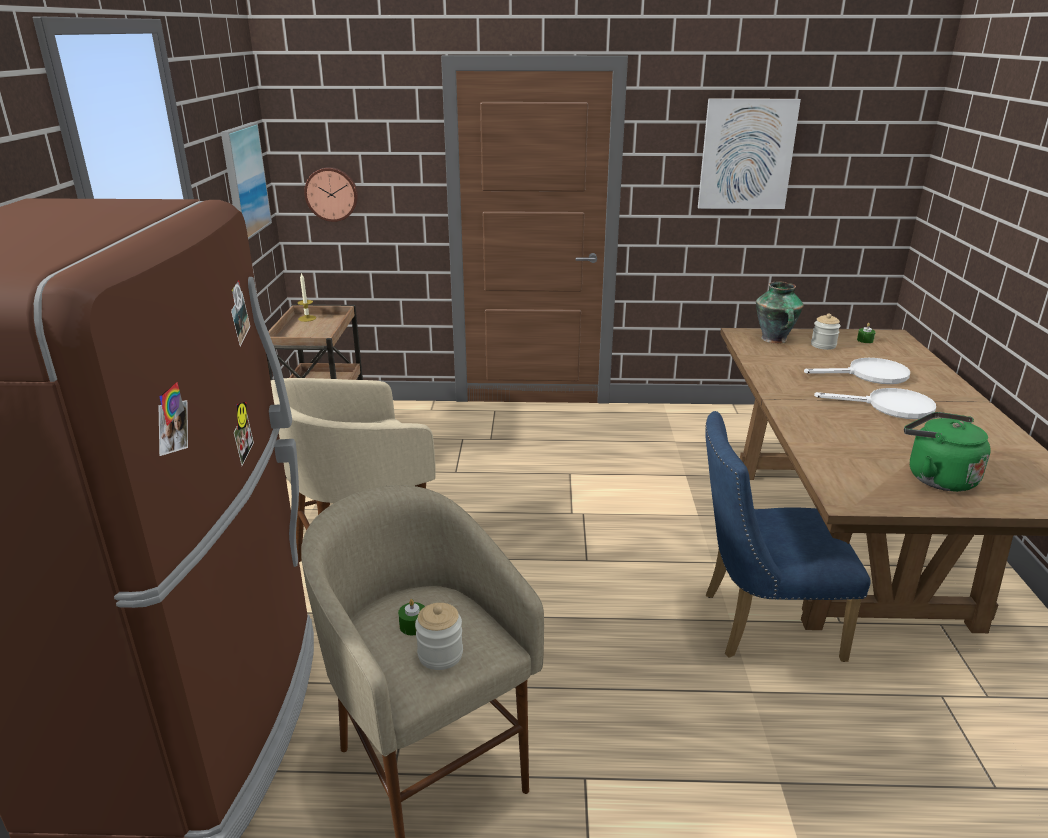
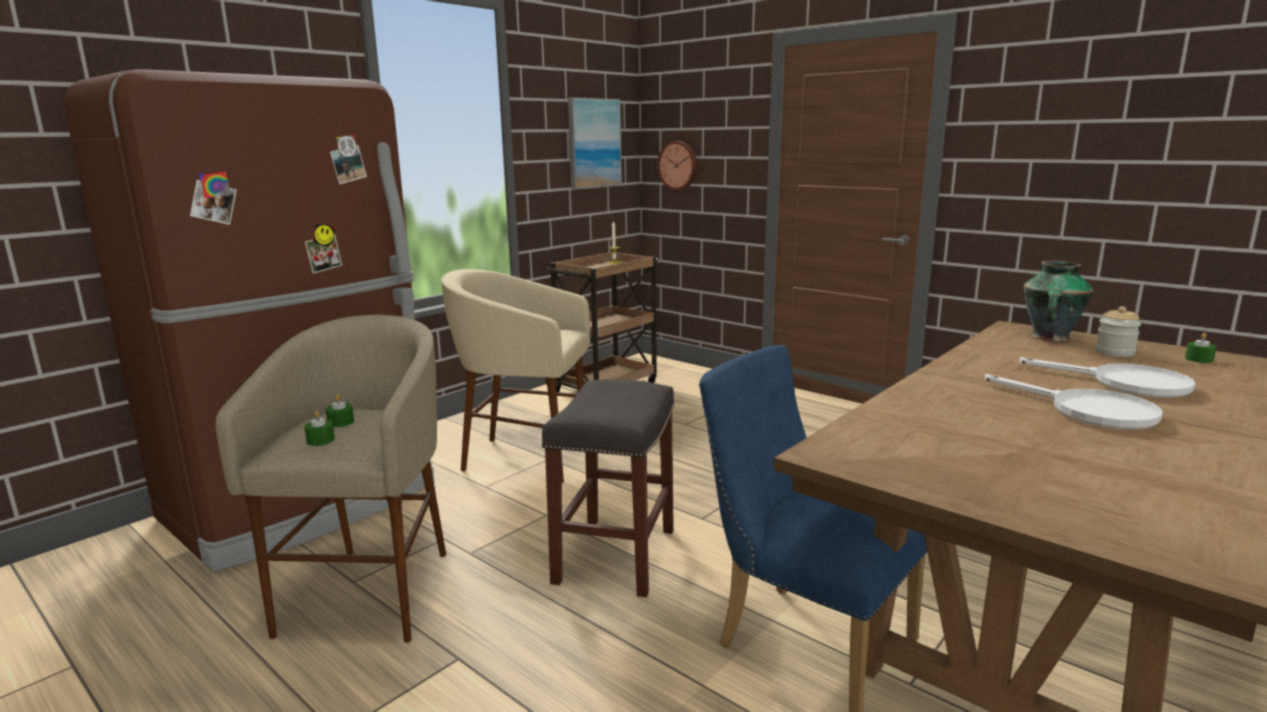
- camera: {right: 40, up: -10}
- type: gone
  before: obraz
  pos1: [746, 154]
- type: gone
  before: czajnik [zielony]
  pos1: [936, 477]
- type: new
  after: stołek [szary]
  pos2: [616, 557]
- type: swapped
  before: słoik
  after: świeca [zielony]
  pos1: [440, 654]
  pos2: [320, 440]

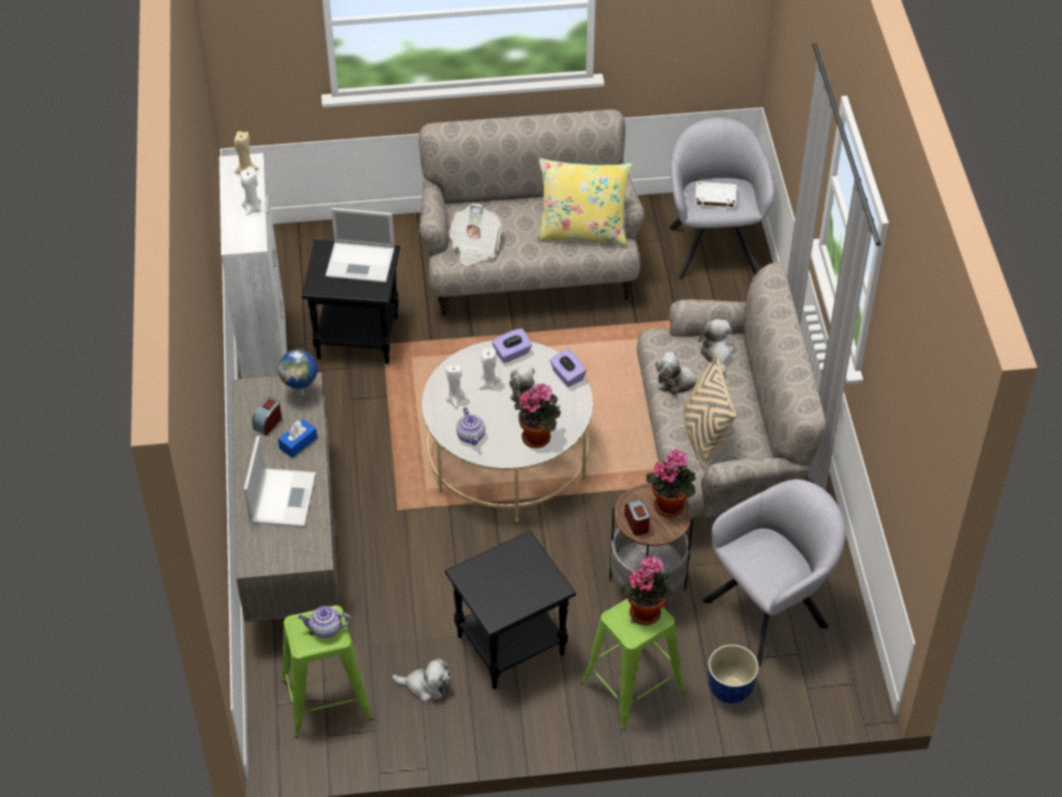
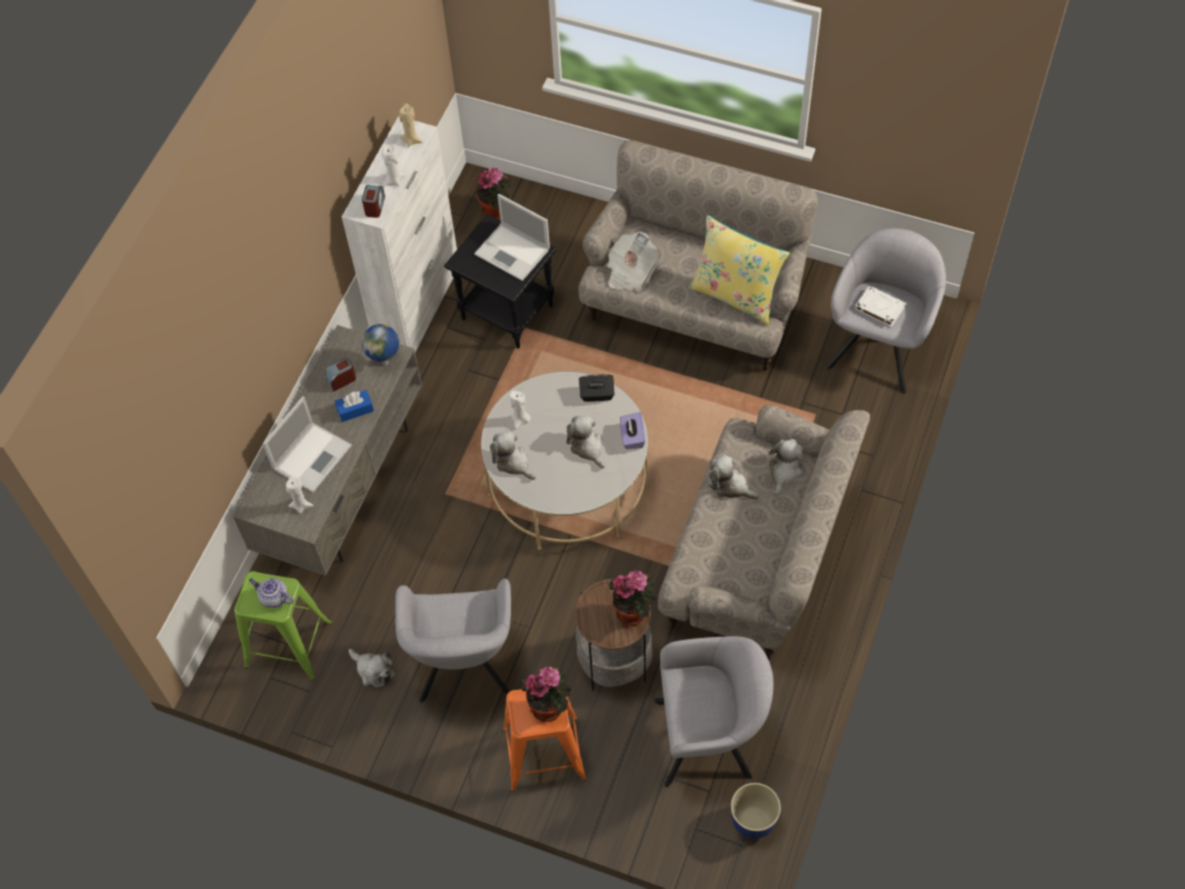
- camera: {right: 30, up: 10}
- type: gone
  before: poduszka [beżowy]
  pos1: [704, 437]
- type: shifted
  before: świeca [biały]
  pos1: [488, 384]
  pos2: [301, 505]
- type: shifted
  before: roślina doniczkowa
  pos1: [538, 436]
  pos2: [496, 211]
- type: shifted
  before: budzik
  pos1: [637, 523]
  pos2: [375, 206]
- type: shifted
  before: donica
  pos1: [730, 690]
  pos2: [753, 821]
- type: swapped
  before: stolik [czarny]
  after: fotel [szary]
  pos1: [510, 647]
  pos2: [464, 666]
- type: swapped
  before: imbryk
  after: pluszak
  pos1: [471, 436]
  pos2: [513, 462]
- type: repainted
  before: pudełko chusteczek [fioletowy]
  after: pudełko chusteczek [czarny]
  pos1: [512, 353]
  pos2: [597, 394]
- type: repainted
  before: stołek [zielony]
  after: stołek [pomarańczowy]
  pos1: [633, 686]
  pos2: [545, 754]

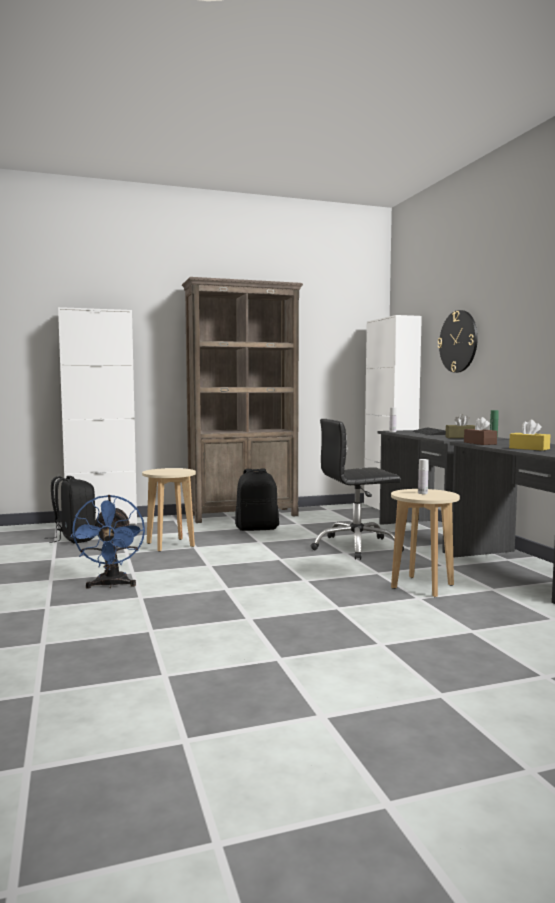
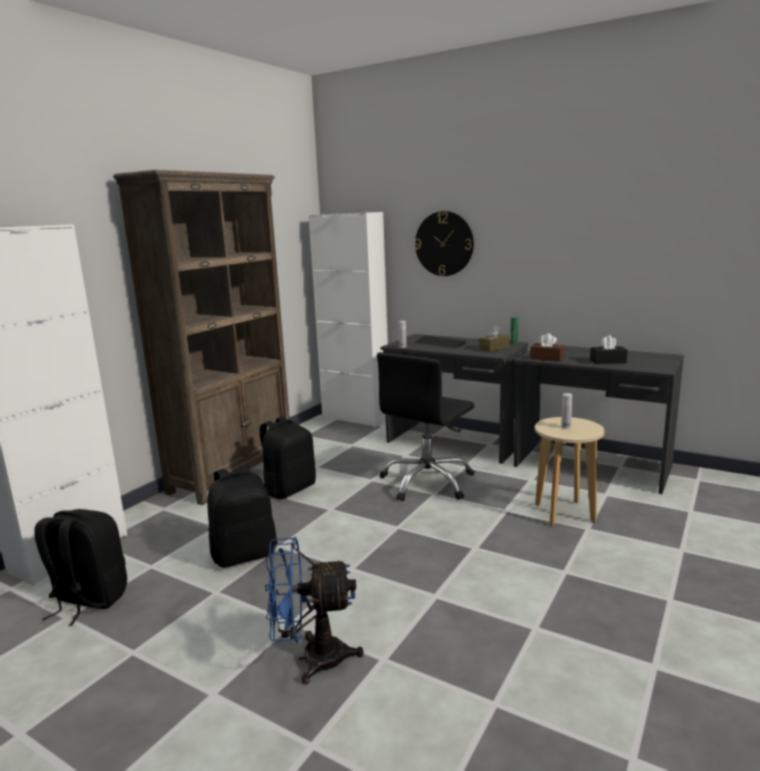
- camera: {right: -40, up: 10}
- type: swapped
  before: stołek [beżowy]
  after: plecak [czarny]
  pos1: [170, 545]
  pos2: [245, 554]
- type: repainted
  before: pudełko chusteczek [żółty]
  after: pudełko chusteczek [czarny]
  pos1: [529, 448]
  pos2: [608, 361]
- type: rotated
  before: wentylator [niebieski]
  pos1: [111, 585]
  pos2: [312, 658]
  turn: 135

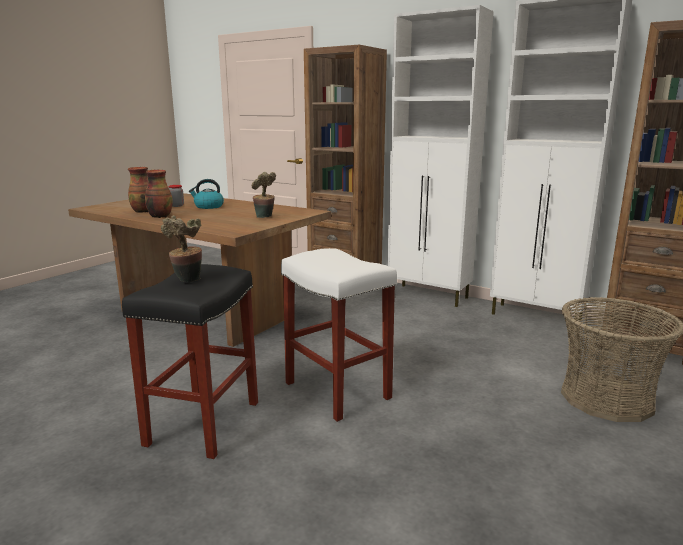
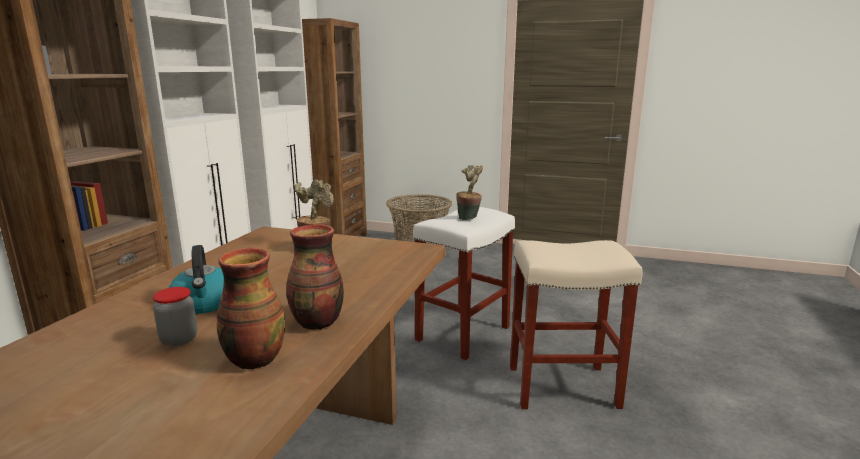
- camera: {right: -105, up: 0}
- type: shifted
  before: roślina doniczkowa
  pos1: [187, 281]
  pos2: [469, 218]
- type: repainted
  before: stołek [czarny]
  after: stołek [beżowy]
  pos1: [203, 424]
  pos2: [564, 386]

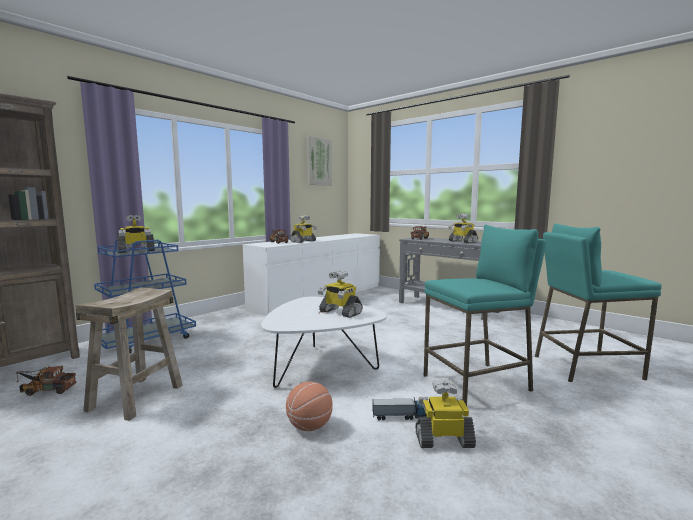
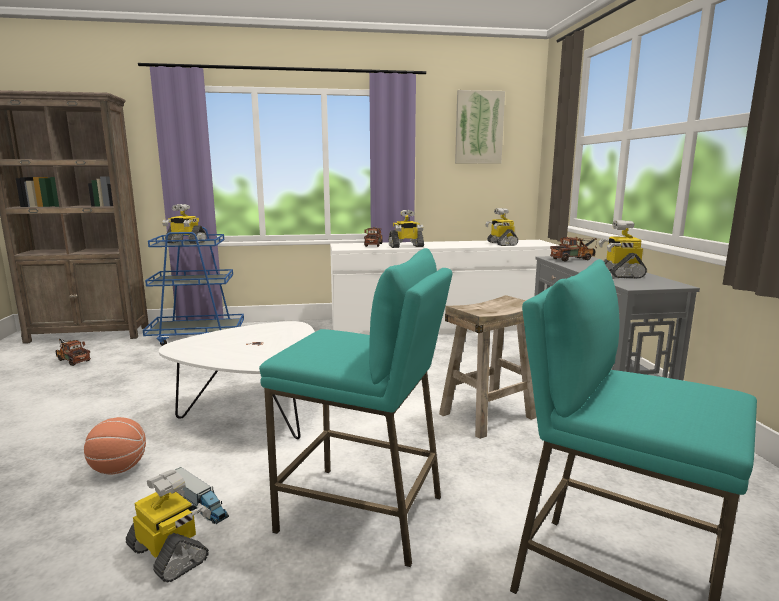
- camera: {right: 40, up: 5}
- type: shifted
  before: stołek [beżowy]
  pos1: [136, 397]
  pos2: [487, 416]
- type: shifted
  before: robot zabawkowy
  pos1: [339, 312]
  pos2: [501, 243]

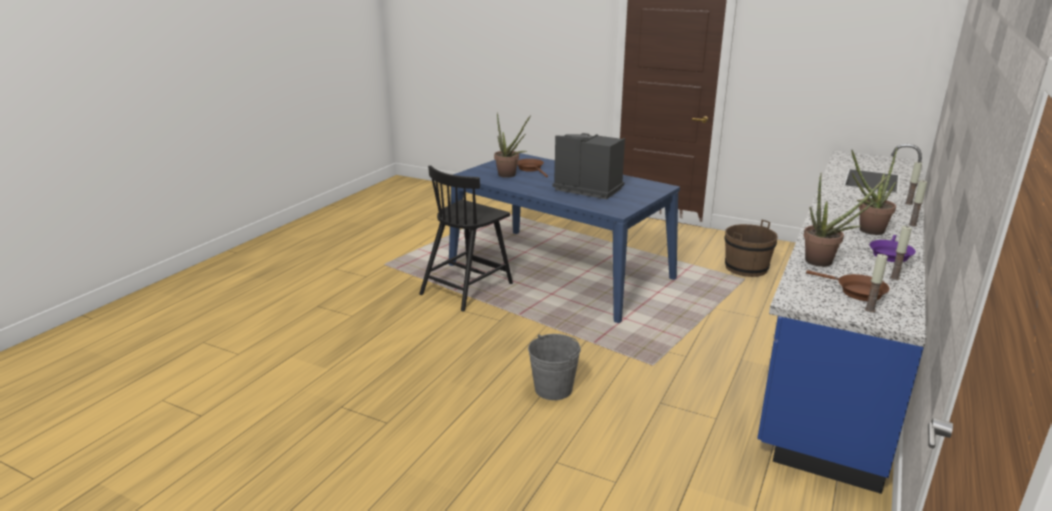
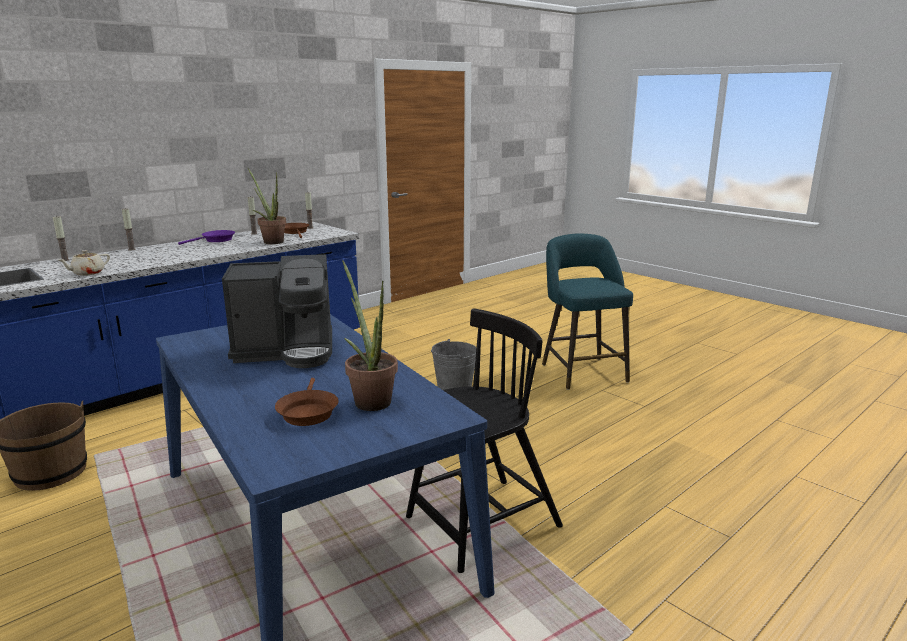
- camera: {right: -160, up: -5}
- type: gone
  before: roślina doniczkowa
  pos1: [866, 231]
- type: new
  after: imbryk [beżowy]
  pos2: [87, 273]
- type: new
  after: stołek [turkusowy]
  pos2: [582, 371]
- type: rotated
  before: ekspres do kawy
  pos1: [587, 188]
  pos2: [287, 351]
  turn: -60

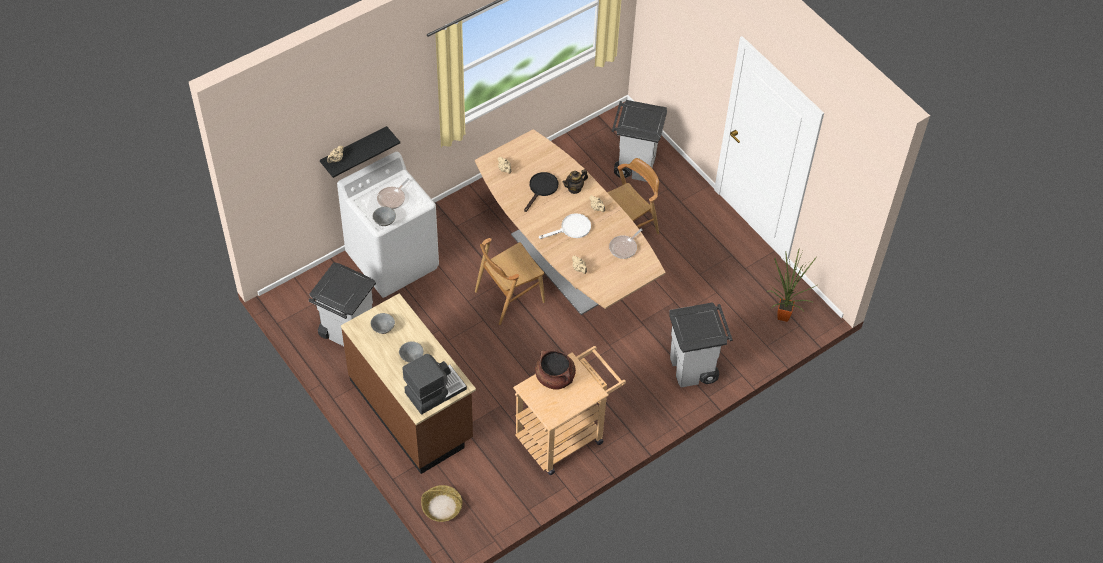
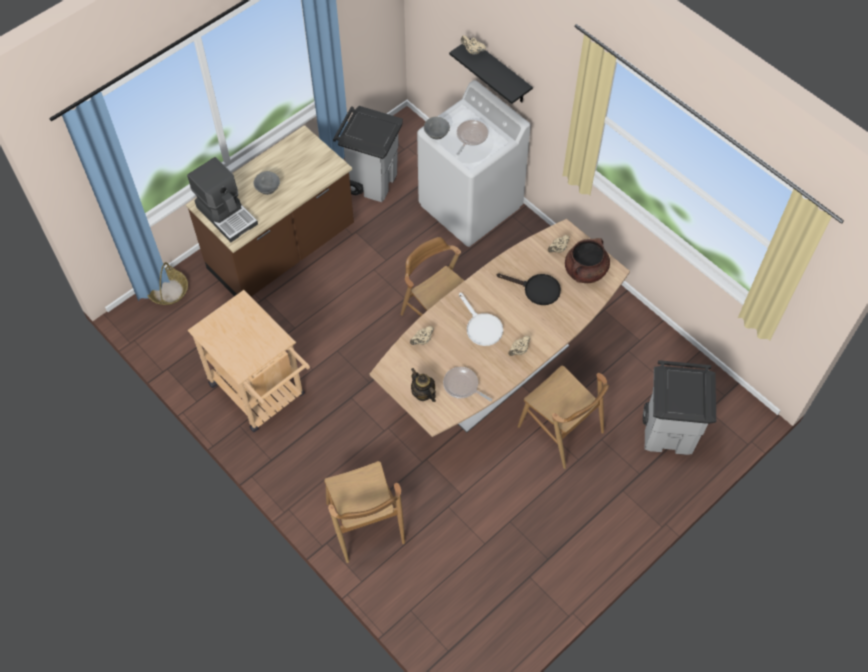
- camera: {right: 85, up: 5}
- type: gone
  before: miska [szary]
  pos1: [383, 328]
- type: gone
  before: roślina doniczkowa
  pos1: [780, 316]
- type: shifted
  before: garnek [brązowy]
  pos1: [555, 377]
  pos2: [585, 271]
- type: shifted
  before: imbryk
  pos1: [574, 188]
  pos2: [423, 393]
- type: swapped
  before: kosz na śmieci [szary]
  after: krzesło [brązowy]
  pos1: [693, 368]
  pos2: [365, 523]
- type: rotated
  before: patelnia
  pos1: [392, 198]
  pos2: [471, 136]
  turn: 90

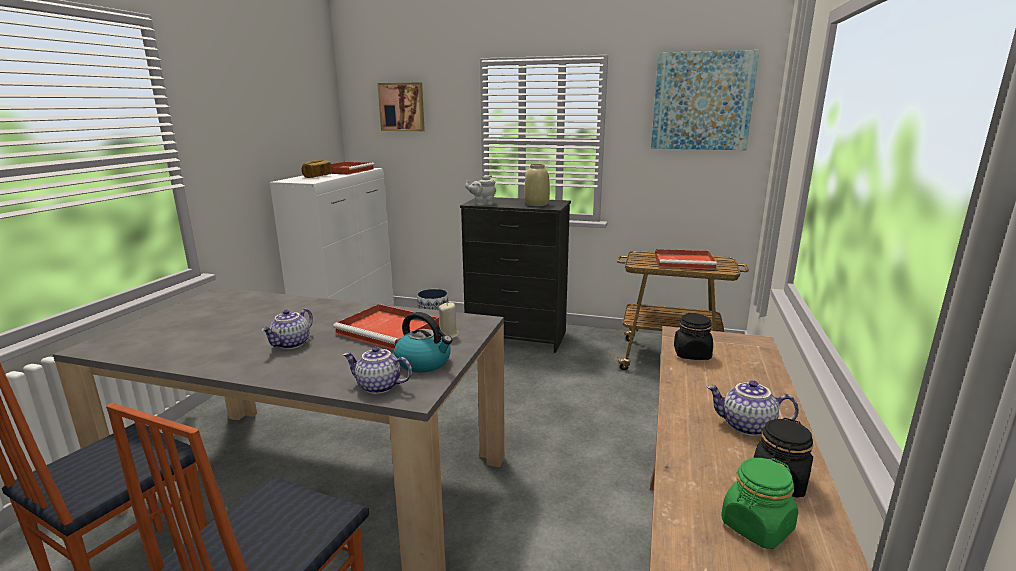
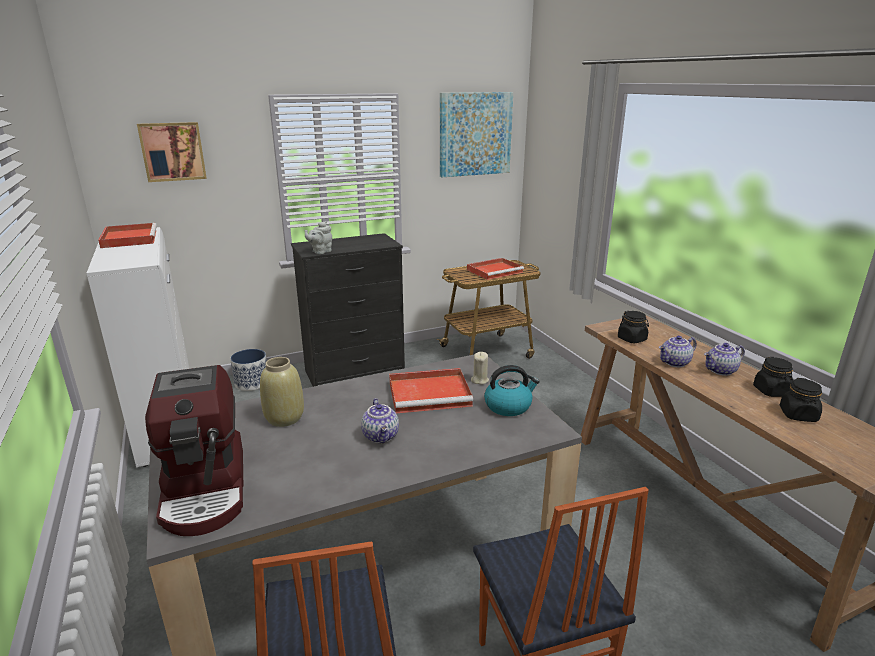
- camera: {right: -40, up: 5}
- type: gone
  before: chleb
  pos1: [317, 176]
- type: new
  after: ekspres do kawy
  pos2: [206, 489]
- type: shifted
  before: imbryk
  pos1: [378, 387]
  pos2: [675, 363]
- type: shifted
  before: wazon [beżowy]
  pos1: [537, 204]
  pos2: [285, 418]
- type: repainted
  before: słoik [zielony]
  after: słoik [czarny]
  pos1: [756, 527]
  pos2: [798, 415]

